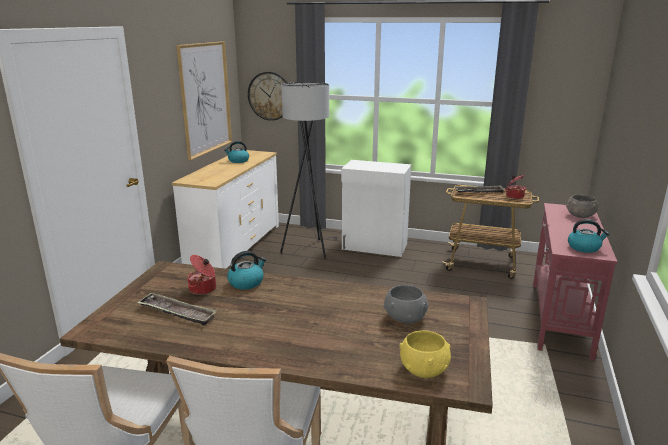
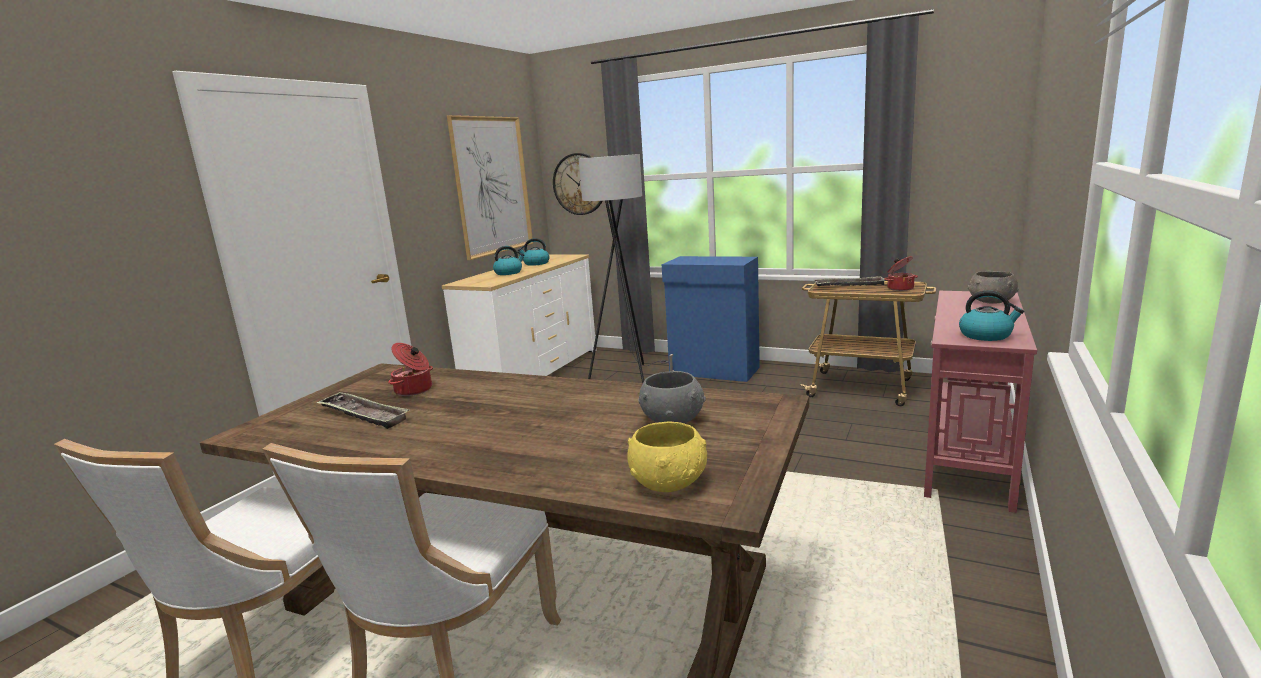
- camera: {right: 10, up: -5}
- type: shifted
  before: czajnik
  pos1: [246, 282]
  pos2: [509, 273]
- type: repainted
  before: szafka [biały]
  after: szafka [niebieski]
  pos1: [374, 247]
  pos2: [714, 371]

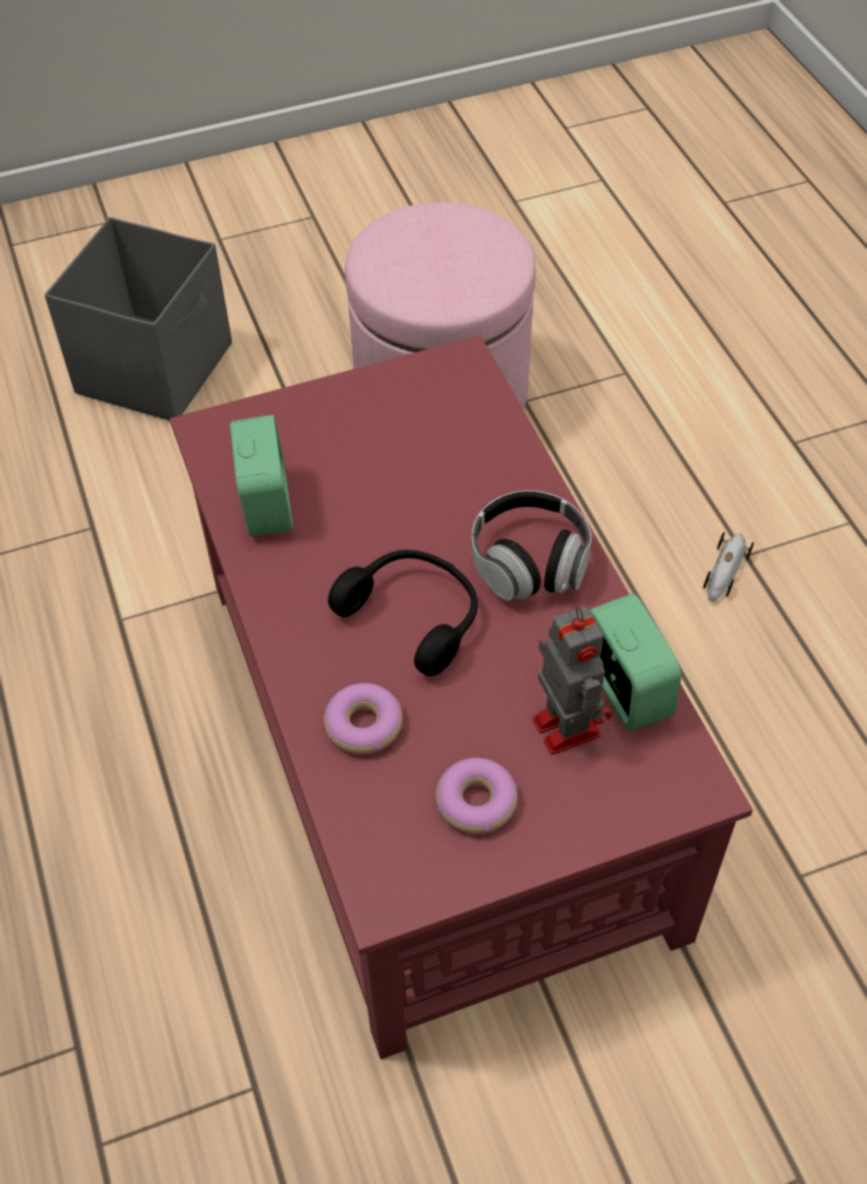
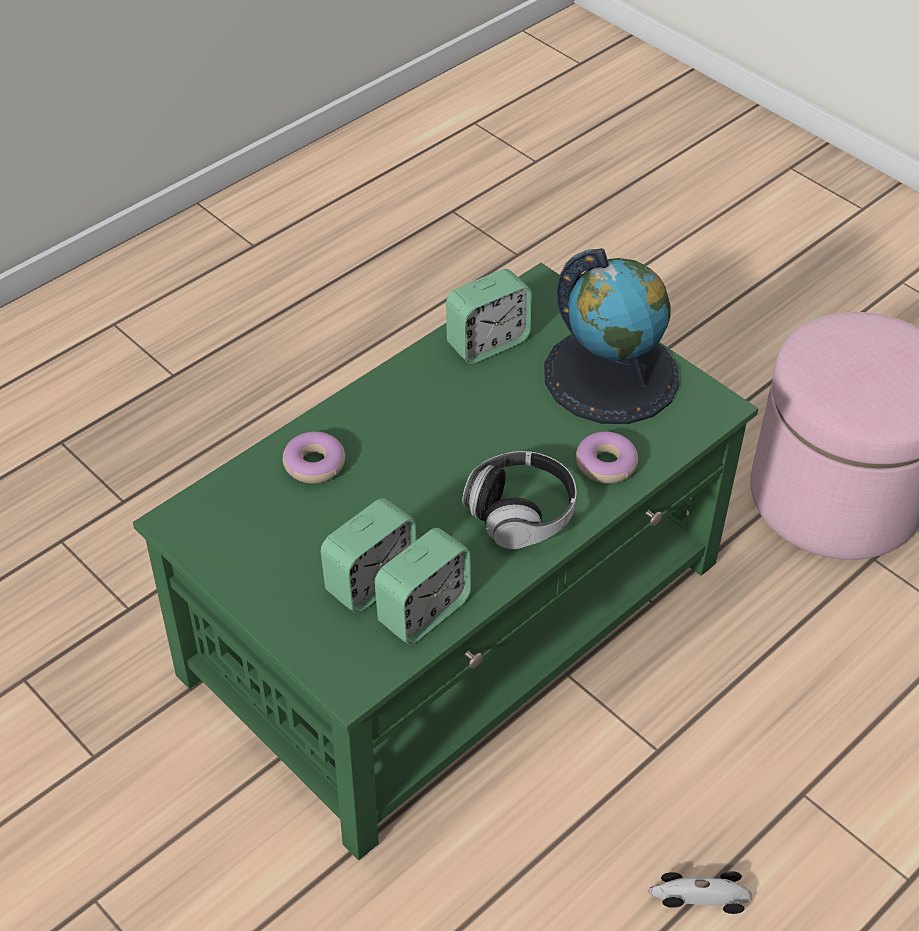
- camera: {right: 65, up: -5}
- type: gone
  before: pojemnik do przechowywania [szary]
  pos1: [157, 368]
- type: gone
  before: słuchawki [czarny]
  pos1: [414, 616]
- type: new
  after: globus
  pos2: [611, 375]
- type: shifted
  before: donut
  pos1: [476, 801]
  pos2: [606, 464]
- type: shifted
  before: samochodzik
  pos1: [725, 571]
  pos2: [699, 896]
- type: swapped
  before: robot zabawkowy
  after: budzik
  pos1: [564, 724]
  pos2: [371, 581]
- type: repainted
  before: ława [czerwony]
  after: ława [zielony]
  pos1: [434, 745]
  pos2: [457, 617]

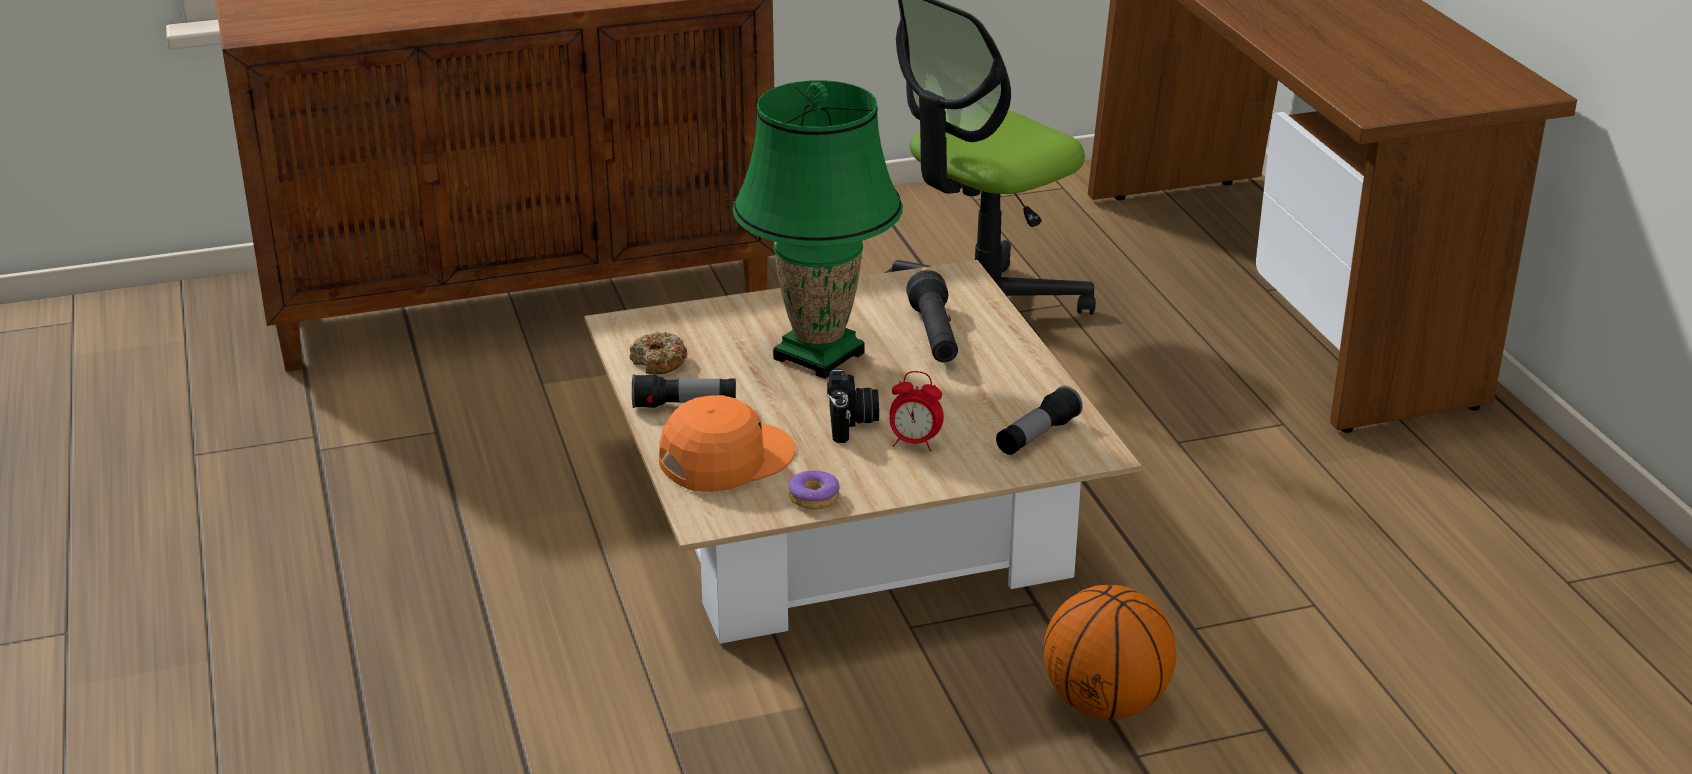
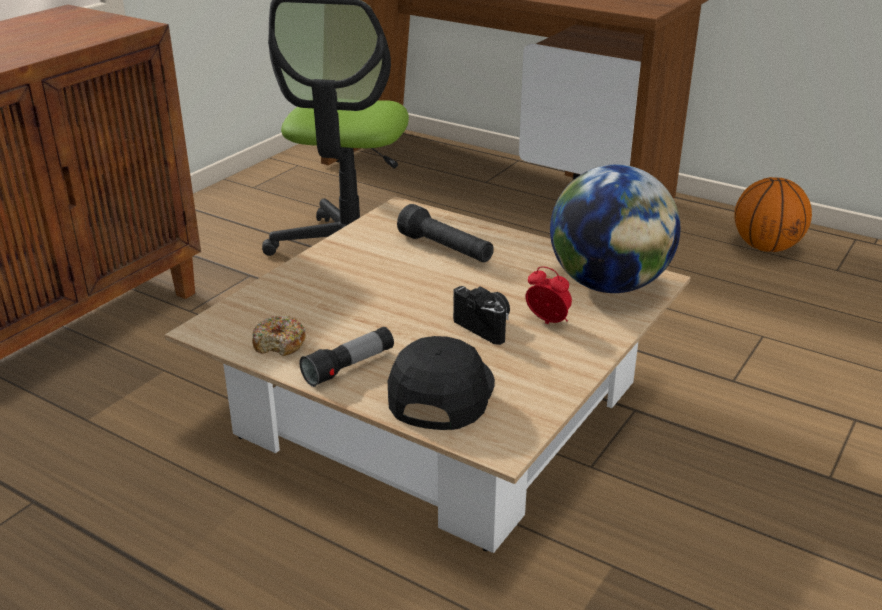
- camera: {right: -40, up: 0}
- type: gone
  before: lampa stołowa [zielony]
  pos1: [819, 356]
- type: gone
  before: donut
  pos1: [814, 498]
- type: shifted
  before: piłka do koszykówki
  pos1: [1105, 704]
  pos2: [766, 247]
- type: swapped
  before: latarka
  after: globus
  pos1: [1037, 436]
  pos2: [608, 285]
- type: repainted
  before: czapka z daszkiem [pomarańczowy]
  after: czapka z daszkiem [czarny]
  pos1: [725, 458]
  pos2: [441, 392]
- type: rotated
  before: budzik
  pos1: [914, 443]
  pos2: [547, 322]
  turn: -120

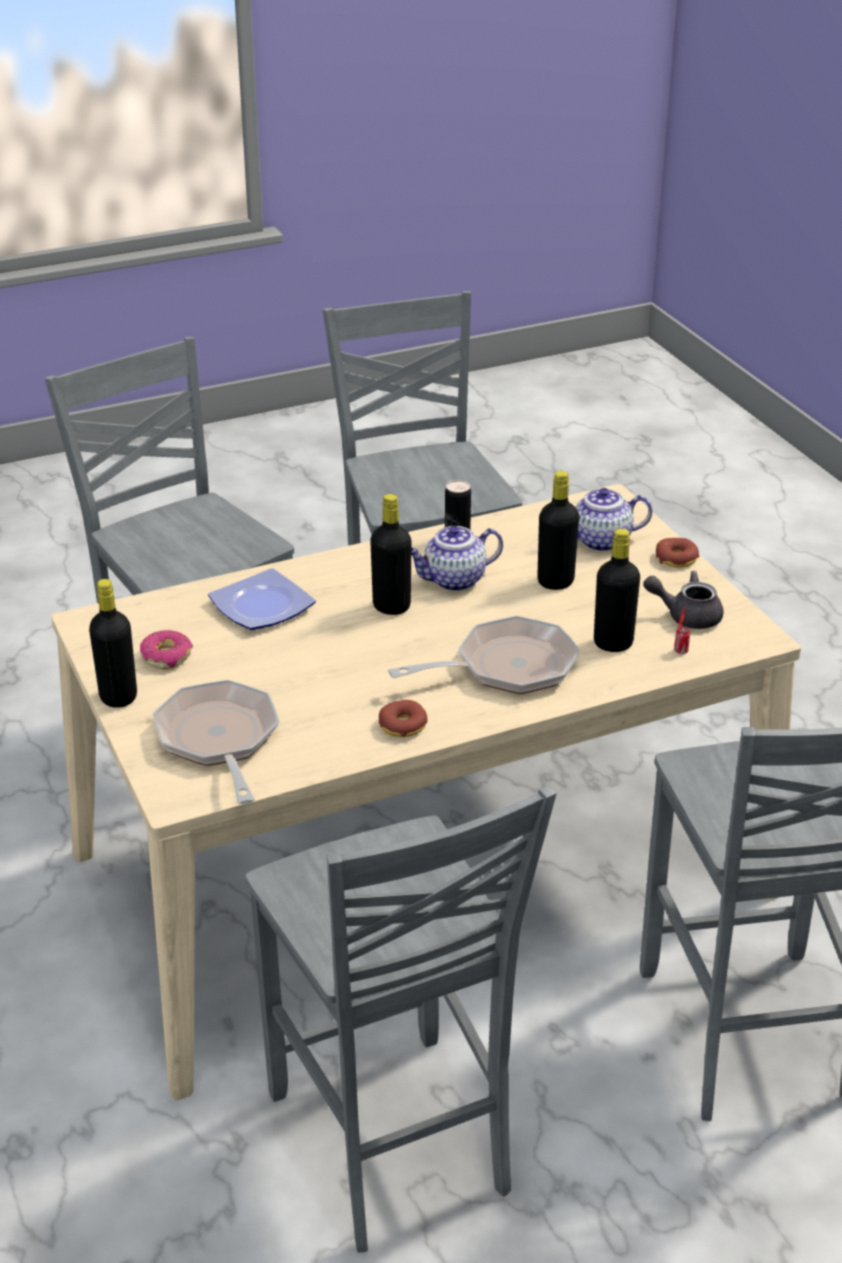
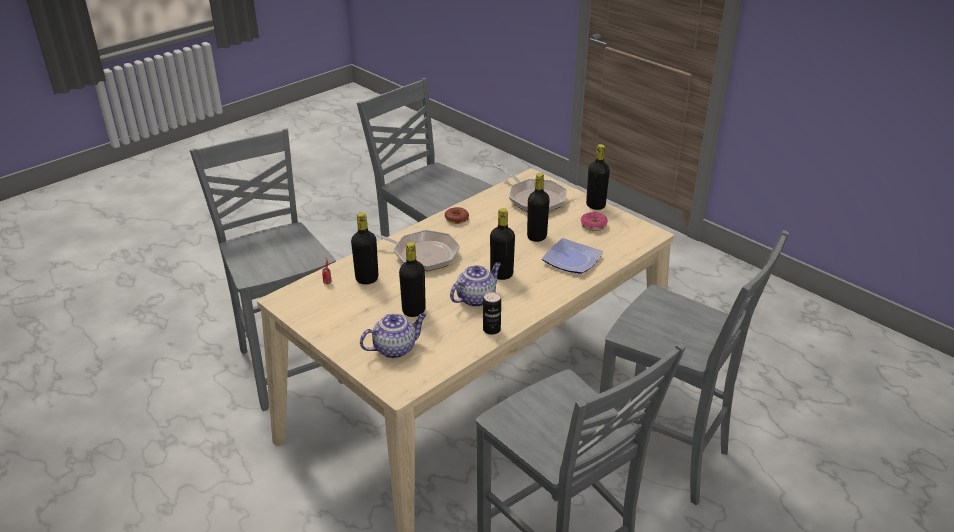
- camera: {right: 160, up: 0}
- type: gone
  before: imbryk [szary]
  pos1: [686, 615]
- type: gone
  before: donut
  pos1: [676, 559]
- type: new
  after: butelka [czarny]
  pos2: [536, 237]
- type: rotated
  before: patelnia
  pos1: [506, 667]
  pos2: [420, 254]
  turn: -120

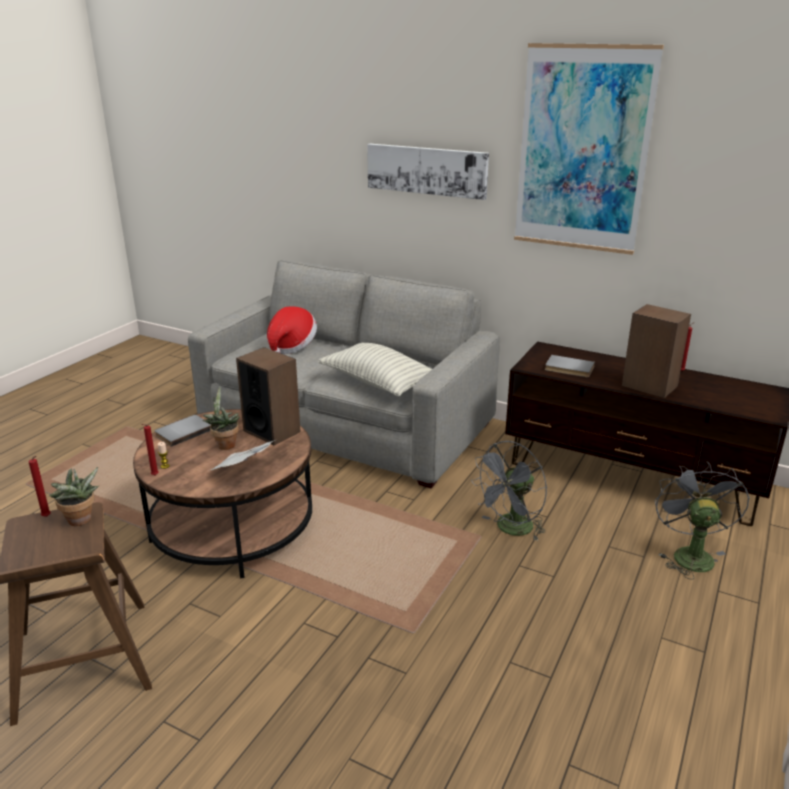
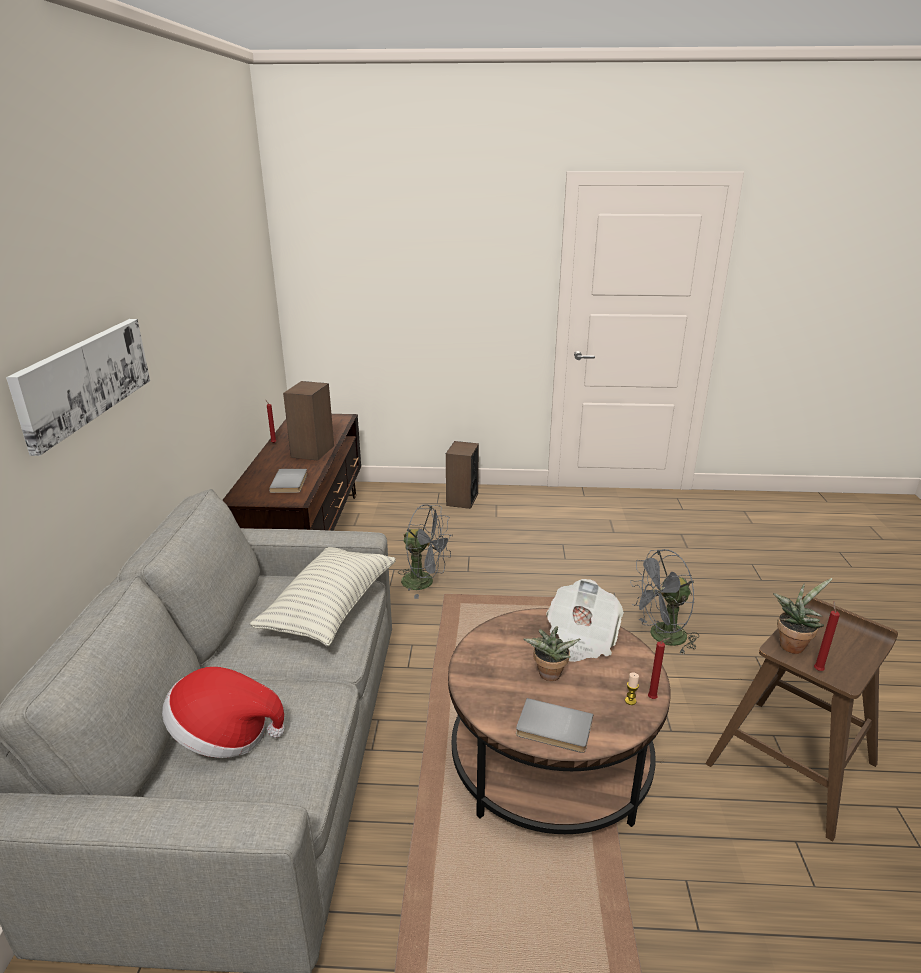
- camera: {right: -115, up: 0}
- type: gone
  before: obraz
  pos1: [582, 150]
- type: shifted
  before: głośnik
  pos1: [272, 431]
  pos2: [462, 500]
- type: shifted
  before: wentylator [szary]
  pos1: [689, 554]
  pos2: [661, 637]

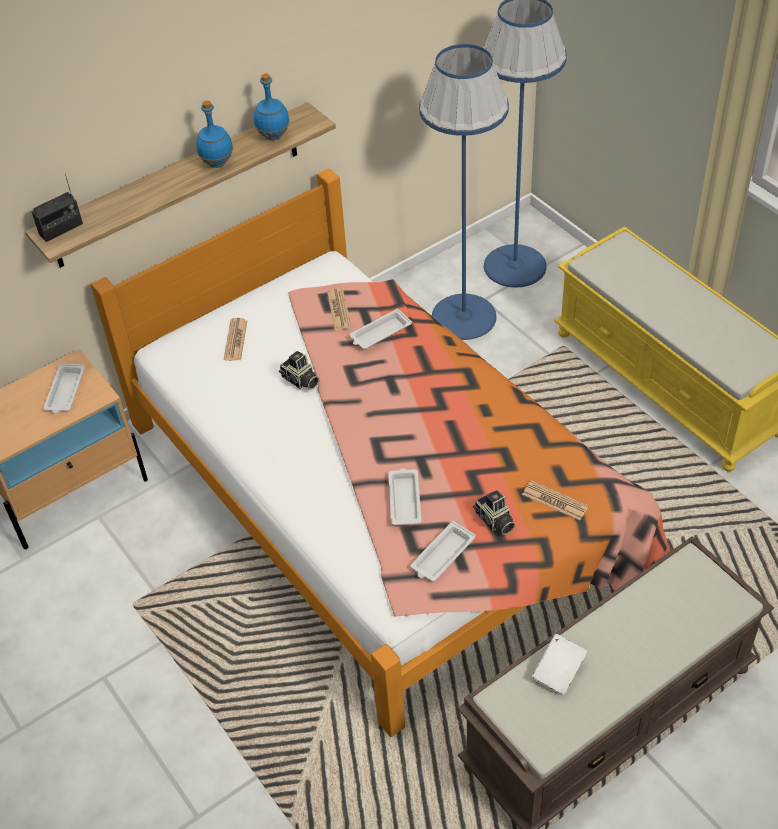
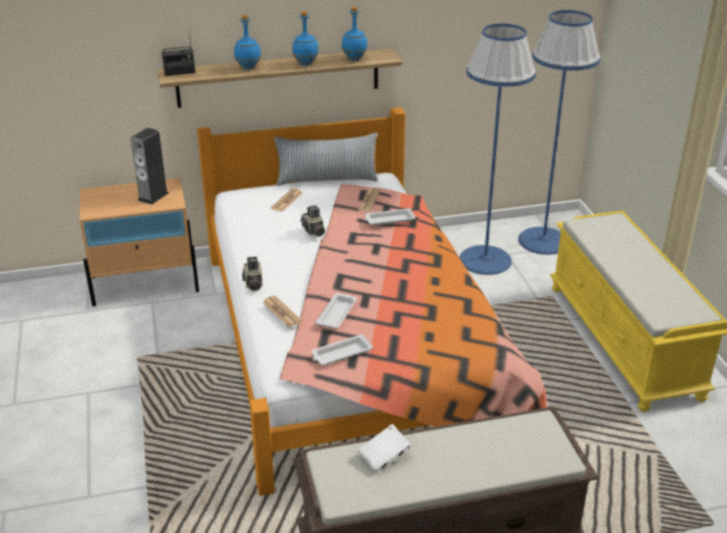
- camera: {right: 20, up: -15}
- type: new
  after: butelka [niebieski]
  pos2: [248, 67]
- type: new
  after: poduszka
  pos2: [327, 180]
- type: shifted
  before: aparat fotograficzny
  pos1: [494, 521]
  pos2: [253, 283]
- type: shifted
  before: gazeta
  pos1: [555, 501]
  pos2: [282, 312]
- type: swapped
  before: taca [biały]
  after: głośnik
  pos1: [65, 392]
  pos2: [153, 196]

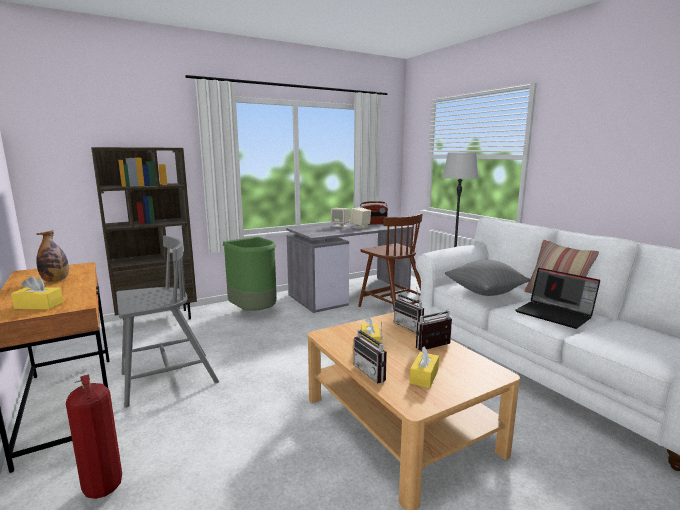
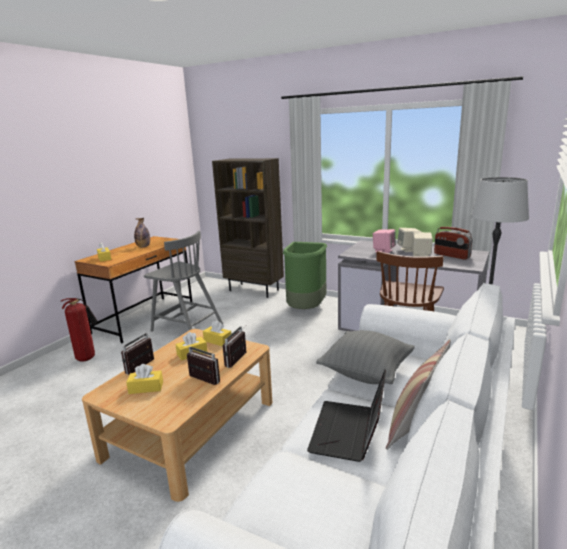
- camera: {right: 60, up: 5}
- type: new
  after: pudełko chusteczek [żółty]
  pos2: [217, 341]
- type: new
  after: głośnik [różowy]
  pos2: [383, 251]

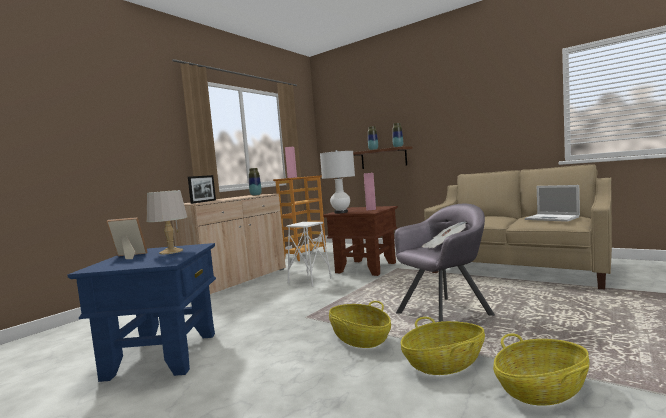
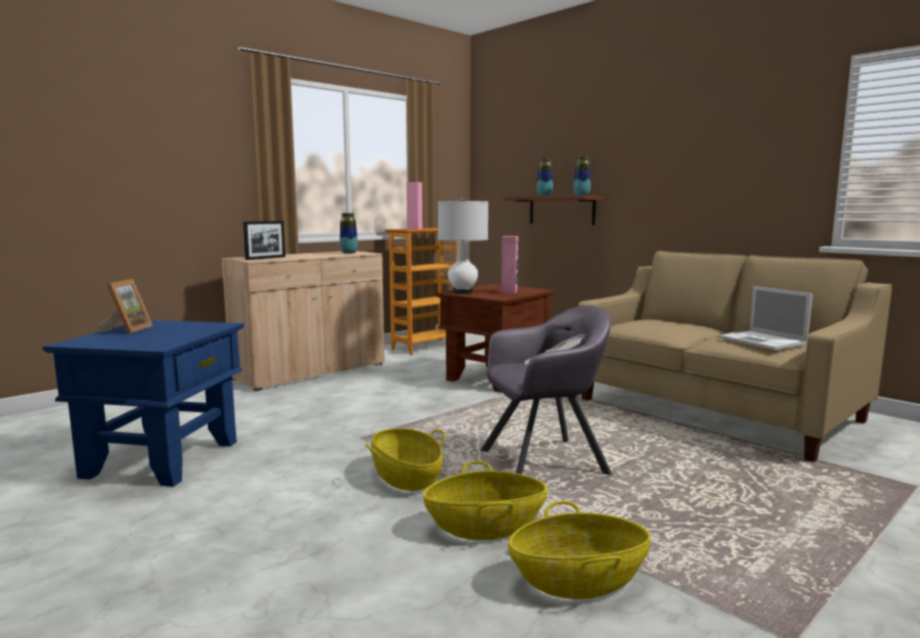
- camera: {right: 10, up: 5}
- type: gone
  before: lampa stołowa [szary]
  pos1: [170, 252]
- type: gone
  before: stołek [biały]
  pos1: [310, 280]
- type: rotated
  before: ramka na zdjęcie
  pos1: [128, 256]
  pos2: [127, 330]
  turn: 90

